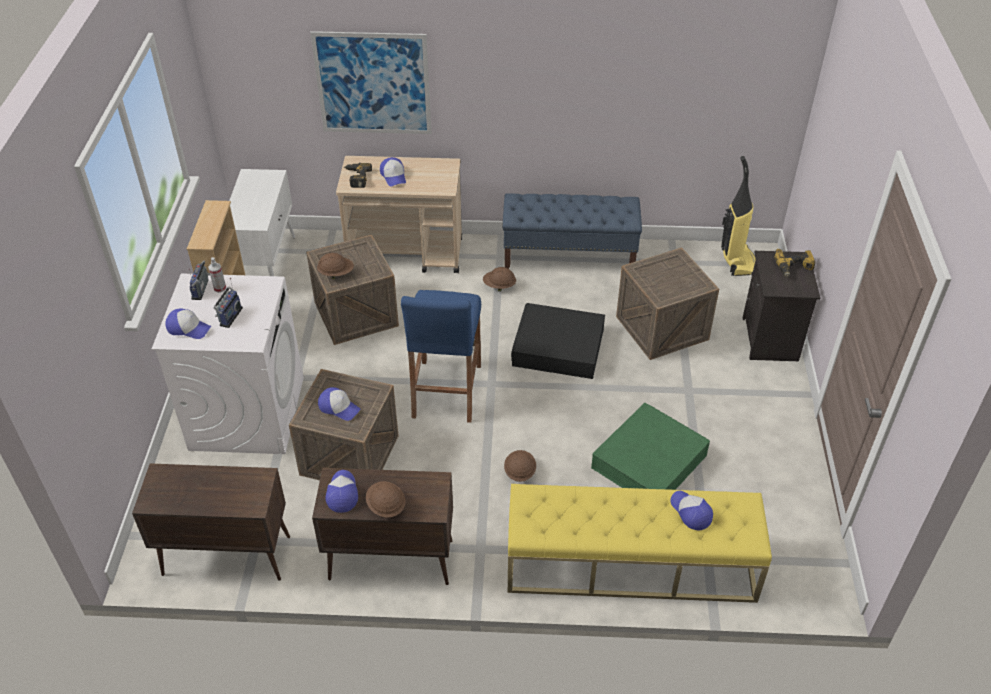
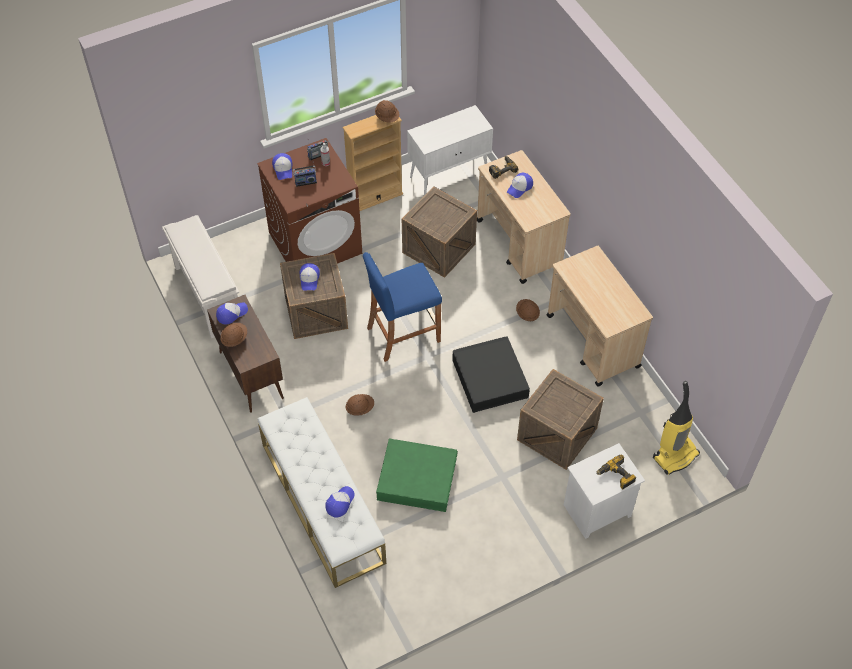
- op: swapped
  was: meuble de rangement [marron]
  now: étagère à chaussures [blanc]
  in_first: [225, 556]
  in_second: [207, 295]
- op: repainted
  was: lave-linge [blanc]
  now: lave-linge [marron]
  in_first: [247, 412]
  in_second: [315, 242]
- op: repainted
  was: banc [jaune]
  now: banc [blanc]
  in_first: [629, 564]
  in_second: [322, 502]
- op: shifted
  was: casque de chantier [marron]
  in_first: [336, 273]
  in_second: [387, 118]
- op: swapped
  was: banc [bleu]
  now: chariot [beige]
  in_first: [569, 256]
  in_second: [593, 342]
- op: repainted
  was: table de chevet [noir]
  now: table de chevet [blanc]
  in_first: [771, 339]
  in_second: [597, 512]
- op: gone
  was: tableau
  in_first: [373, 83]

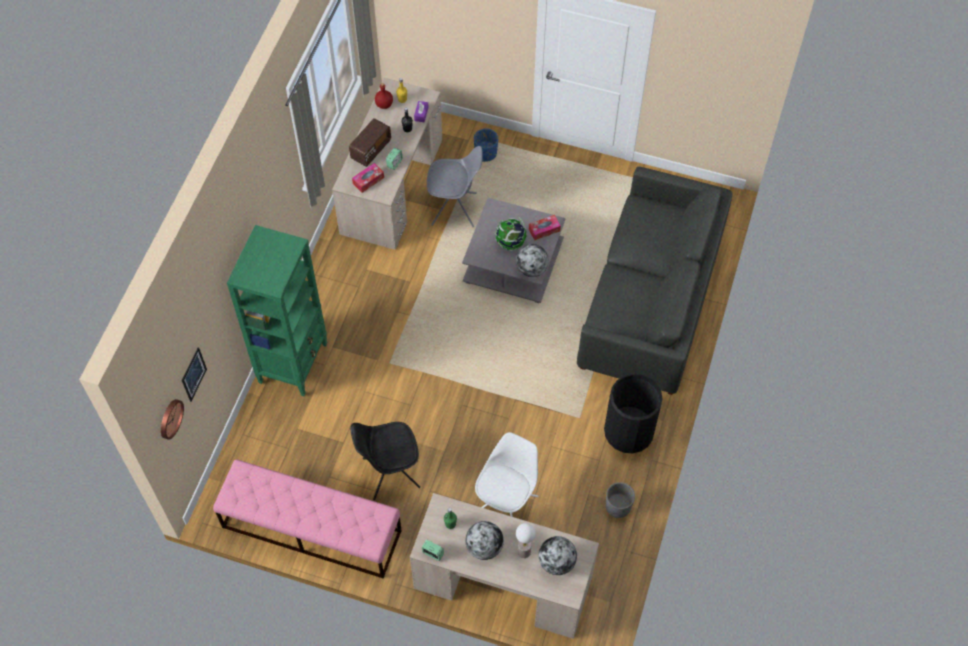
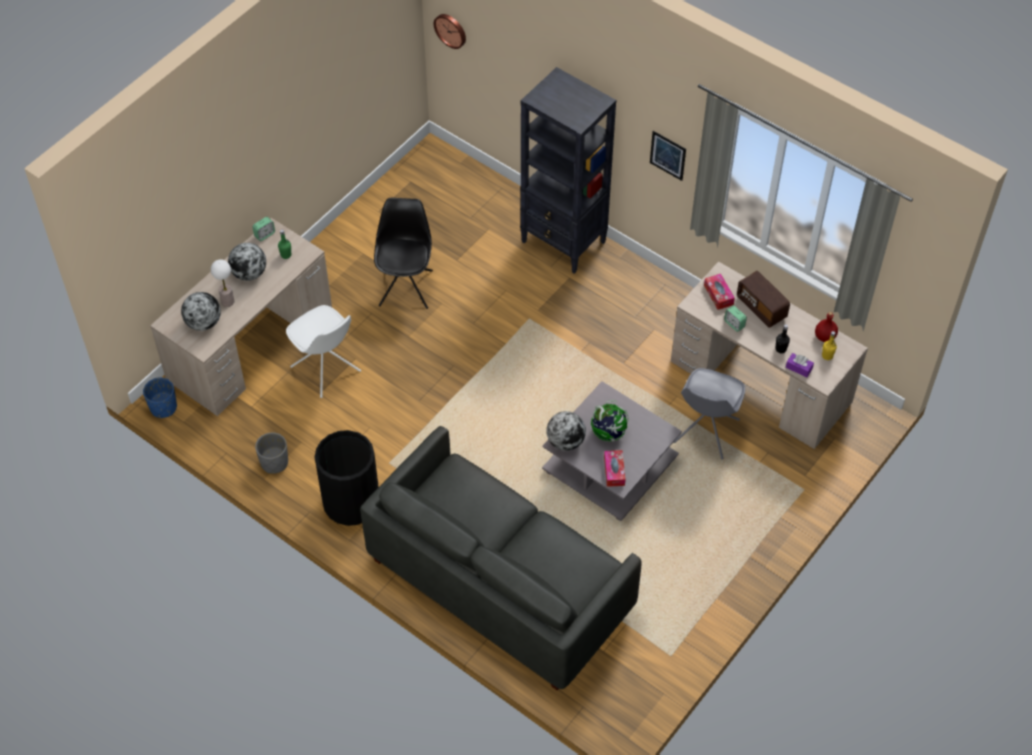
- op: shifted
  was: cache-pot [bleu]
  in_first: [485, 153]
  in_second: [163, 407]
- op: repainted
  was: bibliothèque [vert]
  now: bibliothèque [noir]
  in_first: [293, 362]
  in_second: [564, 242]
- op: shifted
  was: tableau
  in_first: [193, 374]
  in_second: [668, 155]
- op: gone
  was: banc [rose]
  in_first: [311, 529]

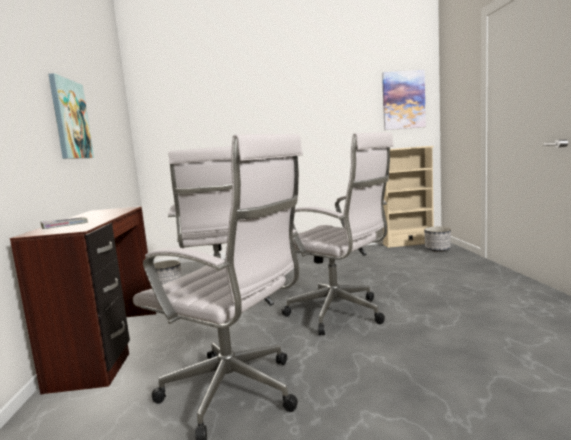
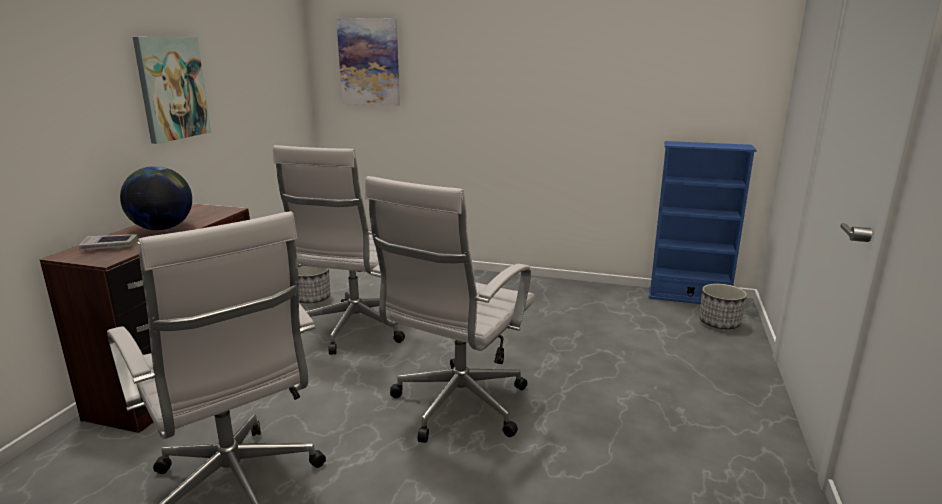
- op: new
  now: globe
  in_second: [162, 228]
- op: shifted
  was: tableau
  in_first: [403, 100]
  in_second: [369, 62]
- op: rotated
  was: chaise de bureau [blanc]
  in_first: [340, 314]
  in_second: [456, 408]
  clockwise: 60
- op: repainted
  was: bibliothèque [beige]
  now: bibliothèque [bleu]
  in_first: [408, 243]
  in_second: [688, 297]

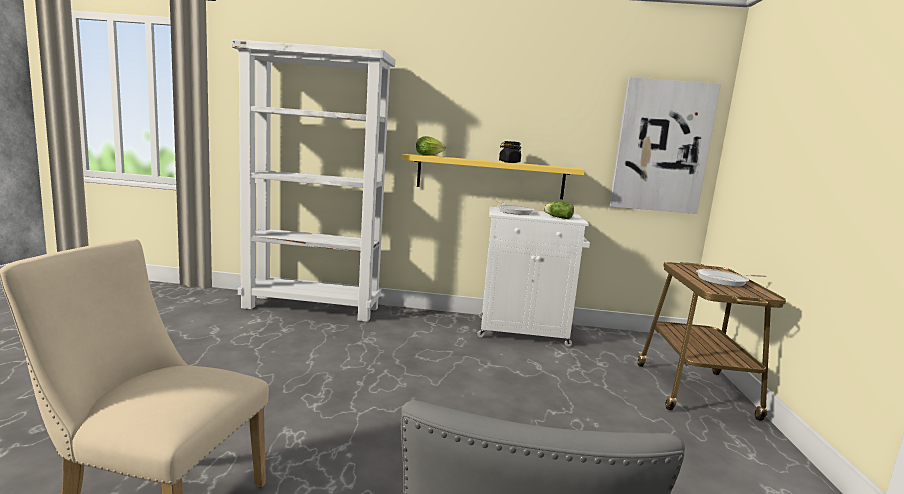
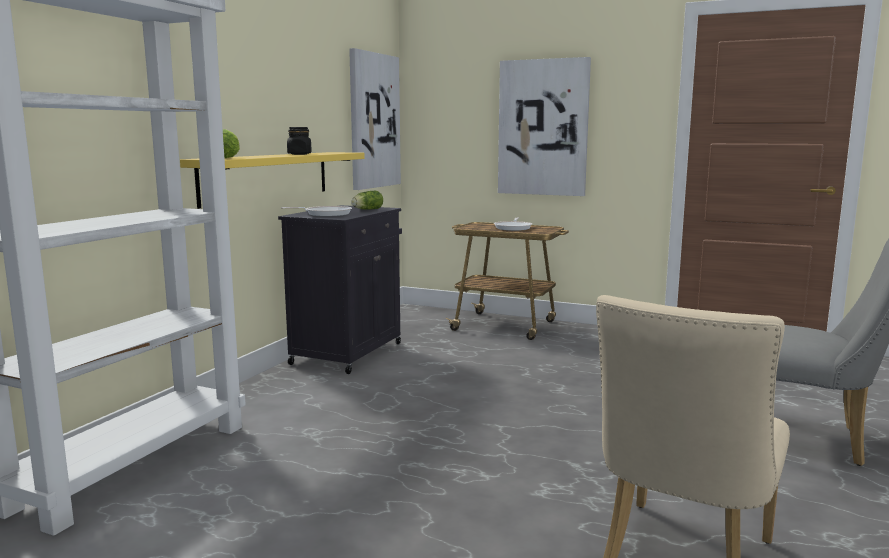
- op: repainted
  was: meuble de rangement [blanc]
  now: meuble de rangement [noir]
  in_first: [524, 331]
  in_second: [348, 353]
- op: new
  now: tableau
  in_second: [543, 128]

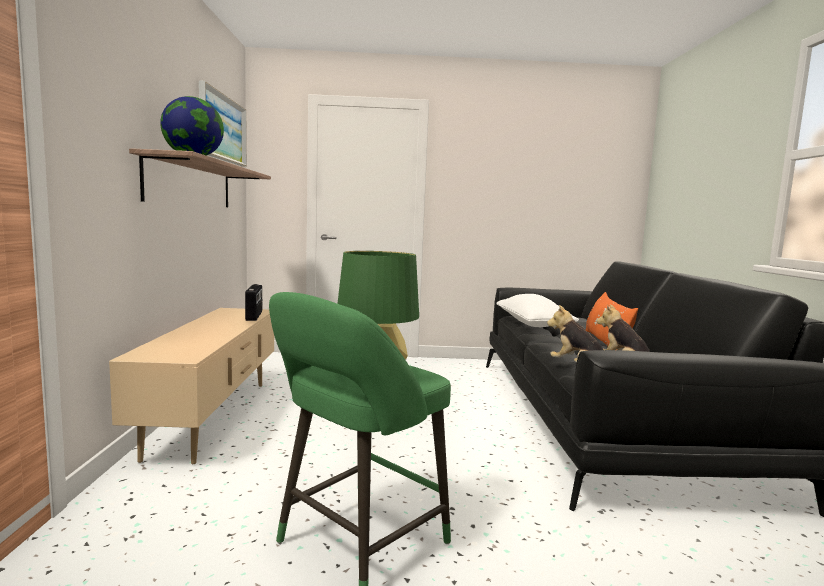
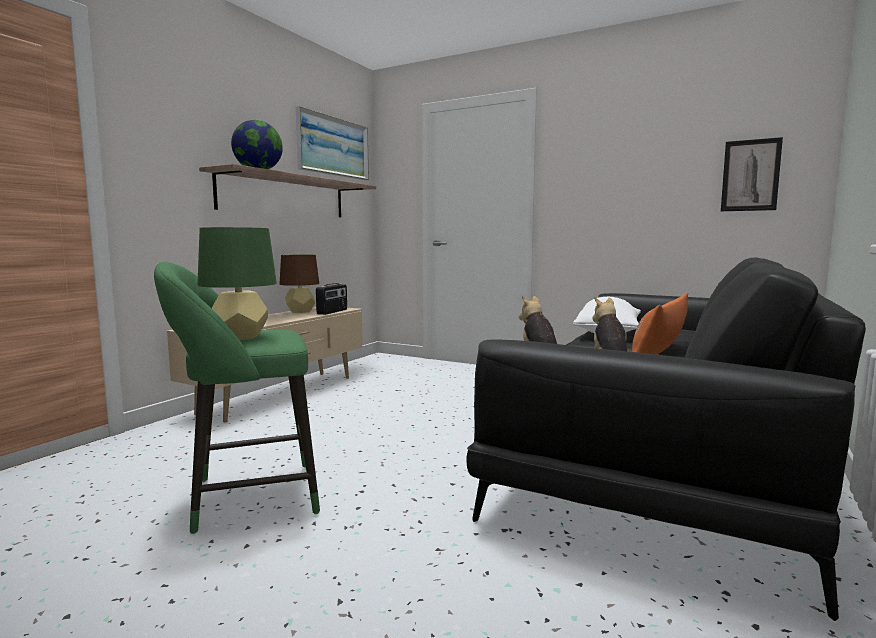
- op: new
  now: lampe de table [marron]
  in_second: [300, 311]
- op: new
  now: tableau
  in_second: [750, 175]

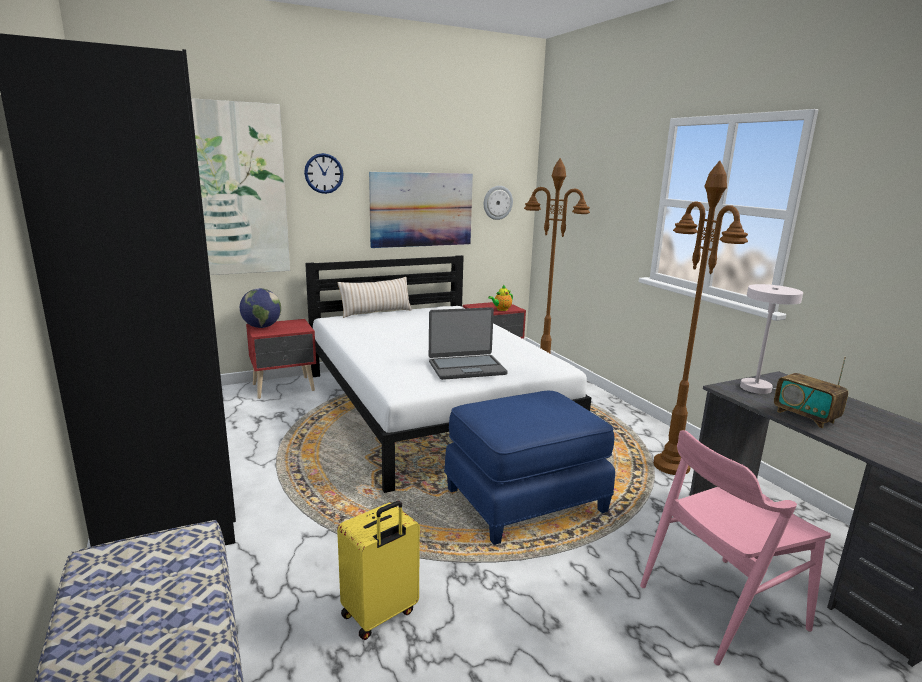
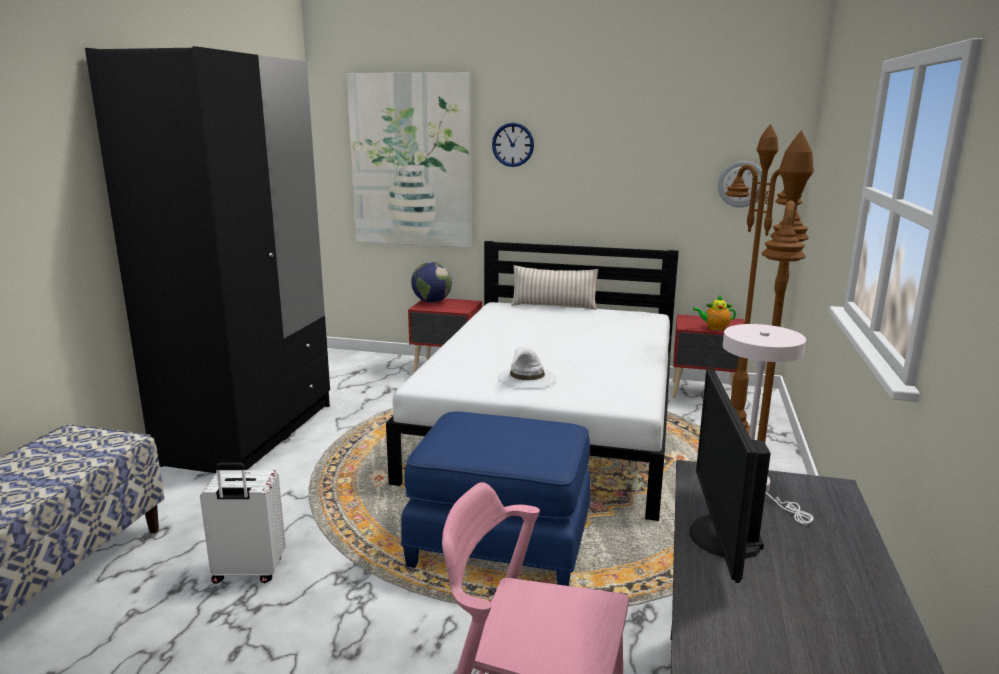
- op: repainted
  was: valise [jaune]
  now: valise [blanc]
  in_first: [380, 614]
  in_second: [248, 572]
- op: swapped
  was: ordinateur portable
  now: chapeau [blanc]
  in_first: [466, 368]
  in_second: [527, 378]
- op: swapped
  was: radio
  now: écran d'ordinateur
  in_first: [805, 417]
  in_second: [722, 537]
- op: gone
  was: tableau
  in_first: [421, 209]

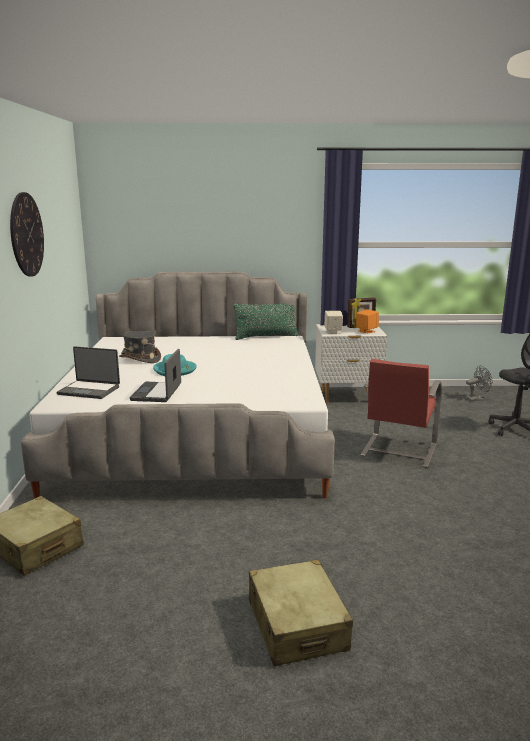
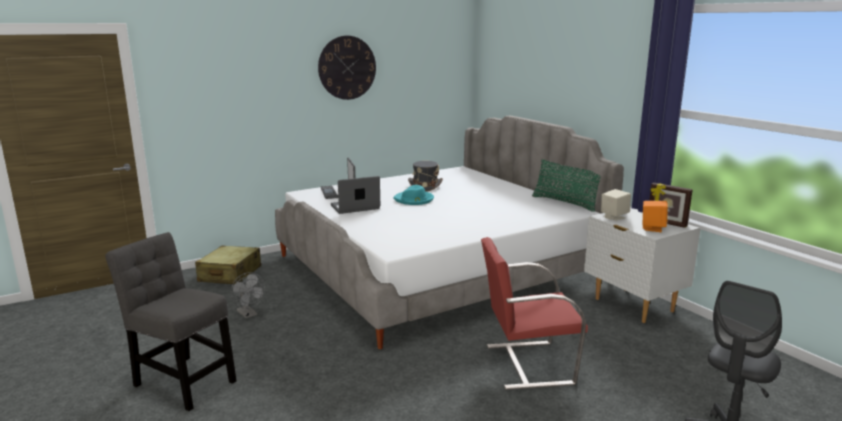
- op: swapped
  was: valise [beige]
  now: chaise [gris]
  in_first: [297, 625]
  in_second: [182, 381]
- op: shifted
  was: ventilateur [gris]
  in_first: [477, 399]
  in_second: [249, 314]

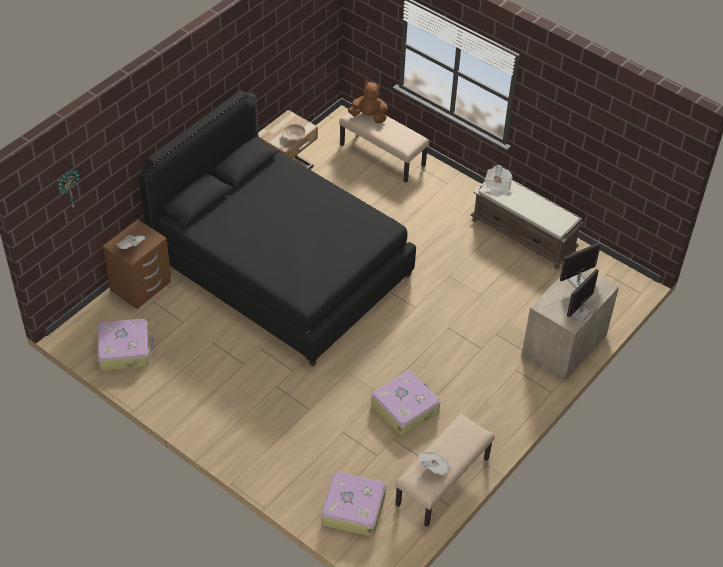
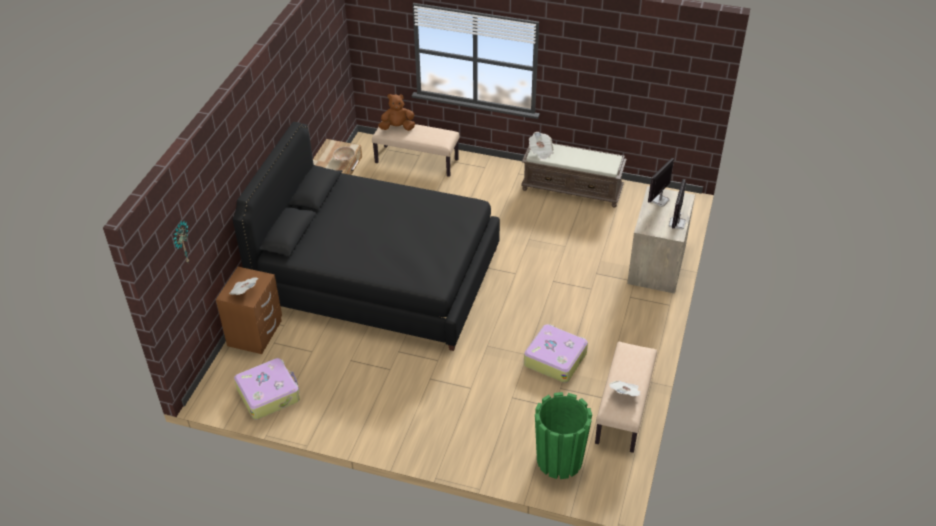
- op: swapped
  was: valise
  now: cache-pot [vert]
  in_first: [353, 508]
  in_second: [559, 460]

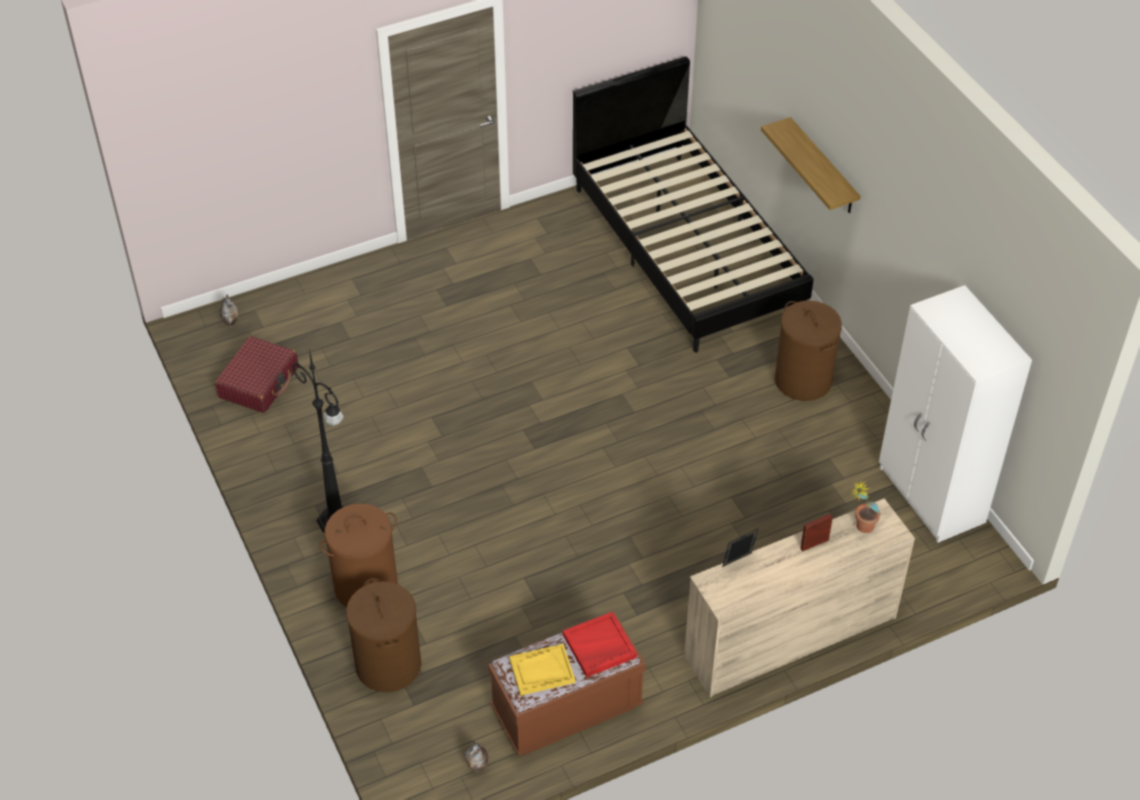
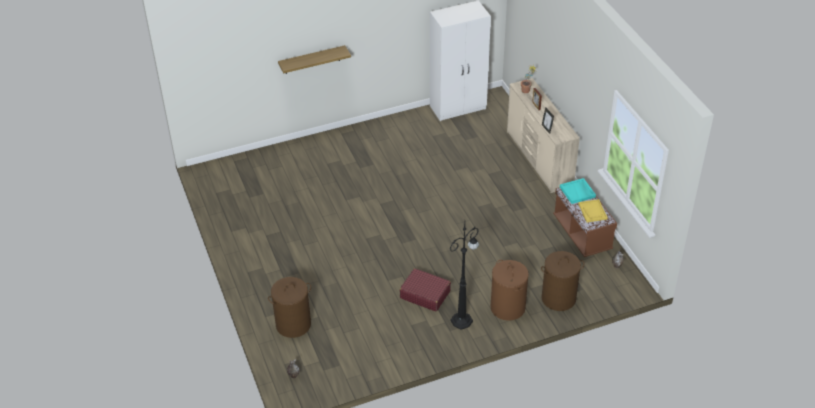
- op: shifted
  was: panier à linge [marron]
  in_first: [802, 380]
  in_second: [293, 325]
- op: shifted
  was: valise [rouge]
  in_first: [259, 382]
  in_second: [425, 294]
- op: repainted
  was: plateau [rouge]
  now: plateau [turquoise]
  in_first: [599, 647]
  in_second: [577, 192]
- op: gone
  was: lit [noir]
  in_first: [686, 248]

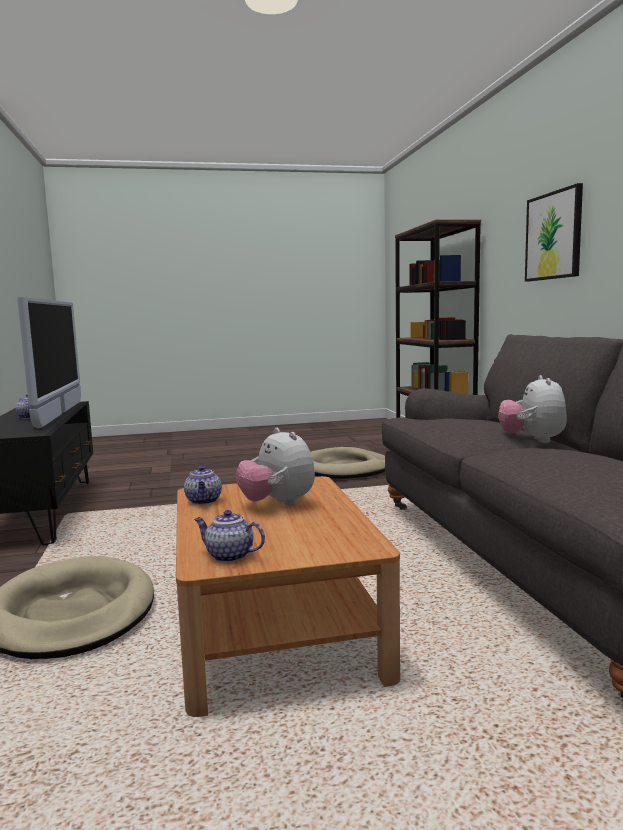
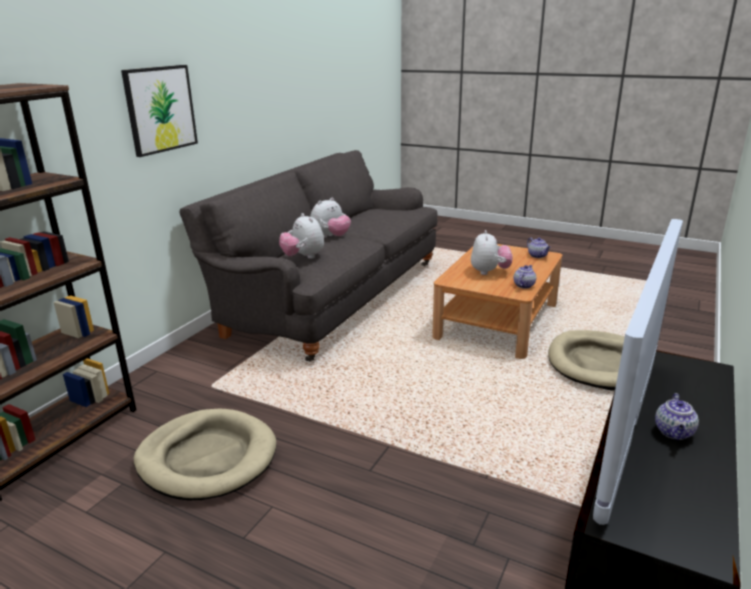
- op: new
  now: peluche
  in_second: [303, 257]

